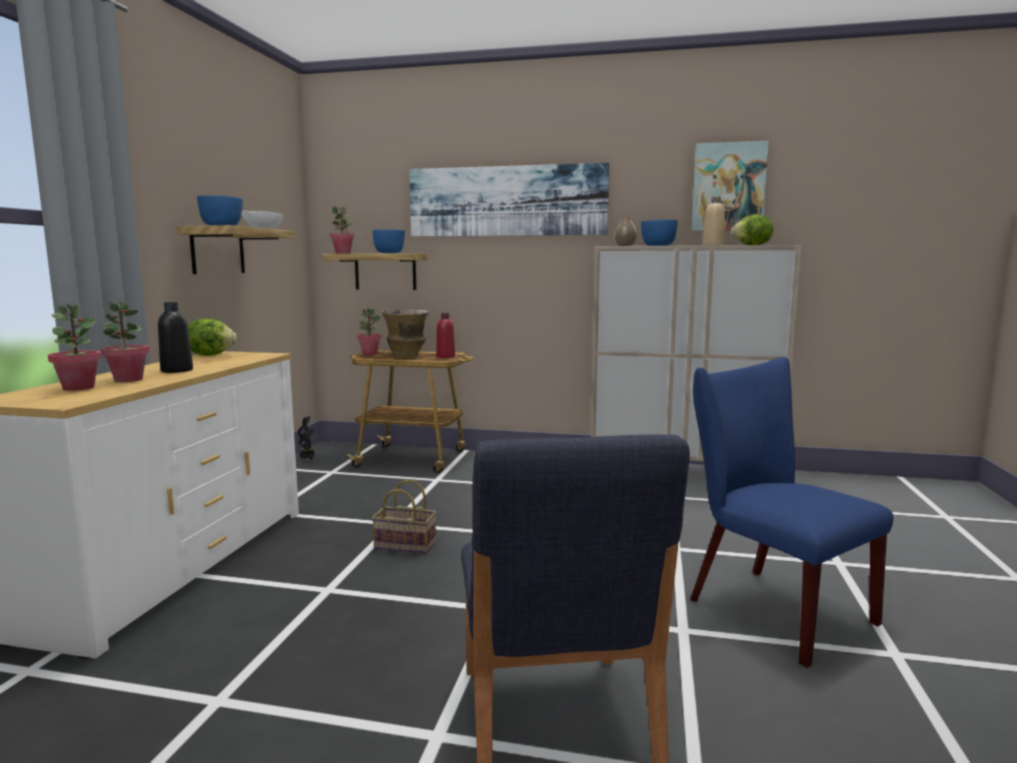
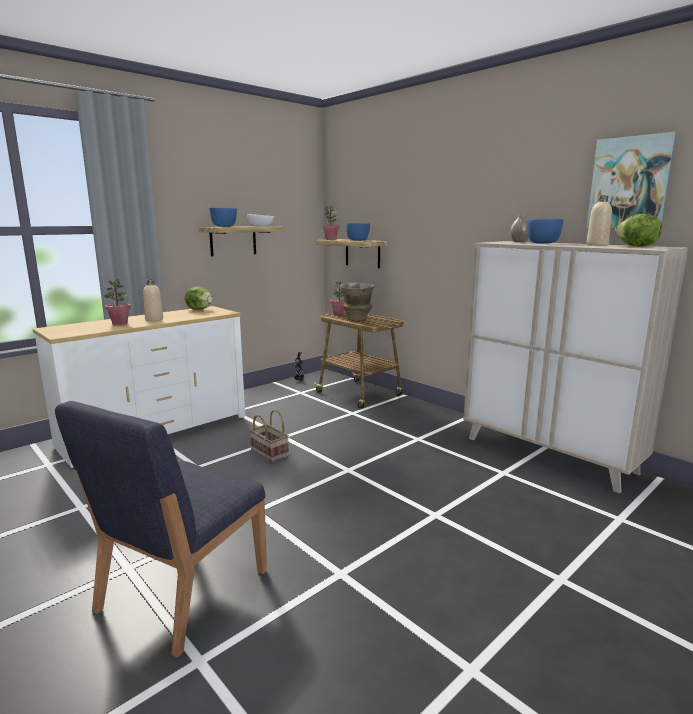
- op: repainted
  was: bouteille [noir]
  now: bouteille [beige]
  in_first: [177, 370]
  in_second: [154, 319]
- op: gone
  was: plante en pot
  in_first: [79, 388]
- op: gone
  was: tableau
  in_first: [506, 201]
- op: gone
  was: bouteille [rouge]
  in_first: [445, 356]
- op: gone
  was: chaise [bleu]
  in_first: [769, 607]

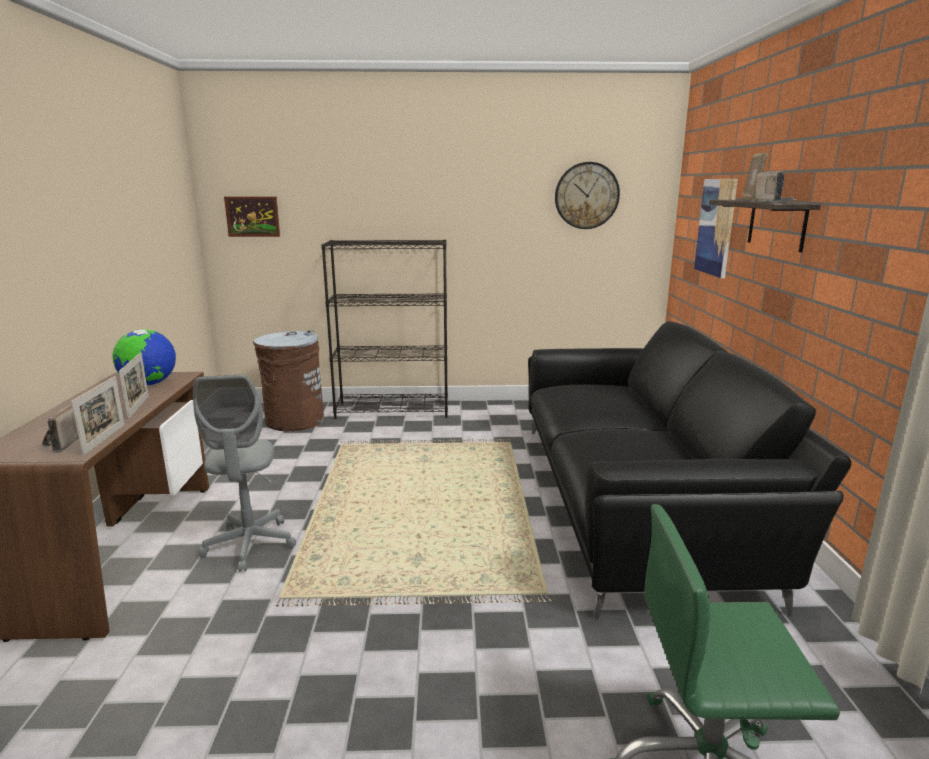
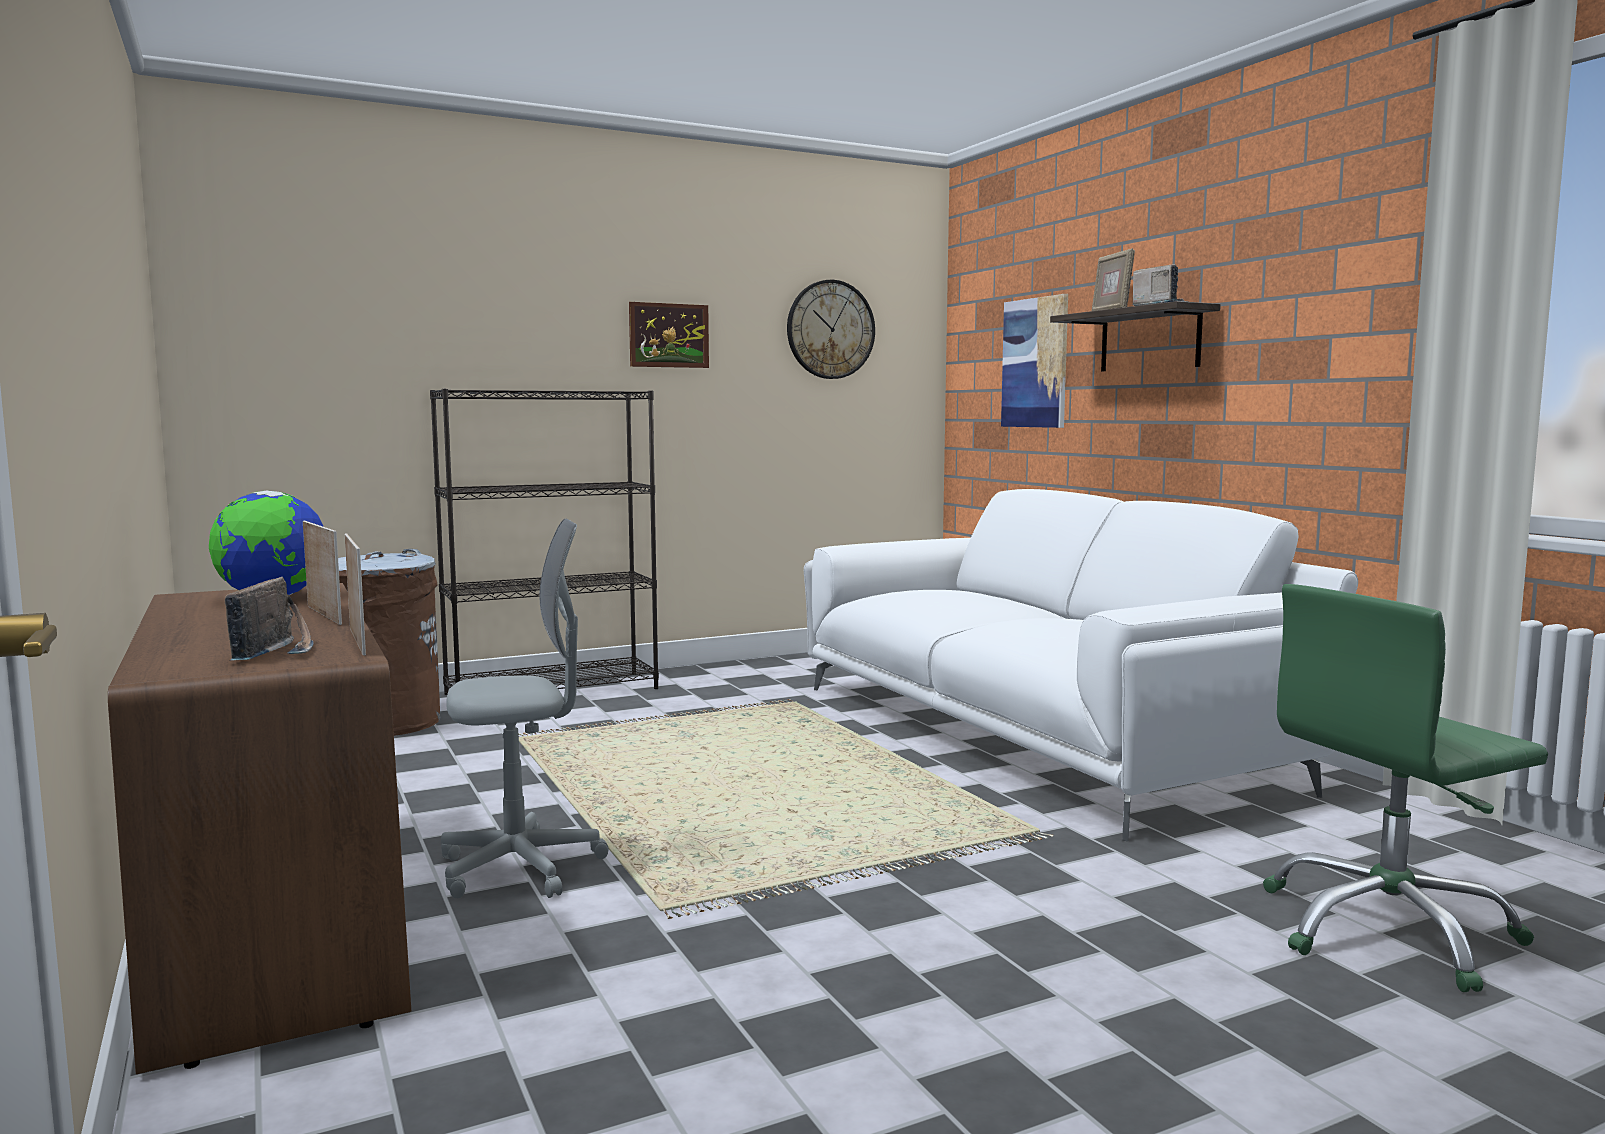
- op: rotated
  was: radio
  in_first: [61, 443]
  in_second: [280, 651]
  clockwise: -150
- op: rotated
  was: chaise de bureau [gris]
  in_first: [250, 545]
  in_second: [520, 868]
  clockwise: -75
- op: shifted
  was: tableau
  in_first: [252, 216]
  in_second: [669, 335]
- op: repainted
  was: canapé [noir]
  now: canapé [blanc]
  in_first: [635, 500]
  in_second: [1037, 733]

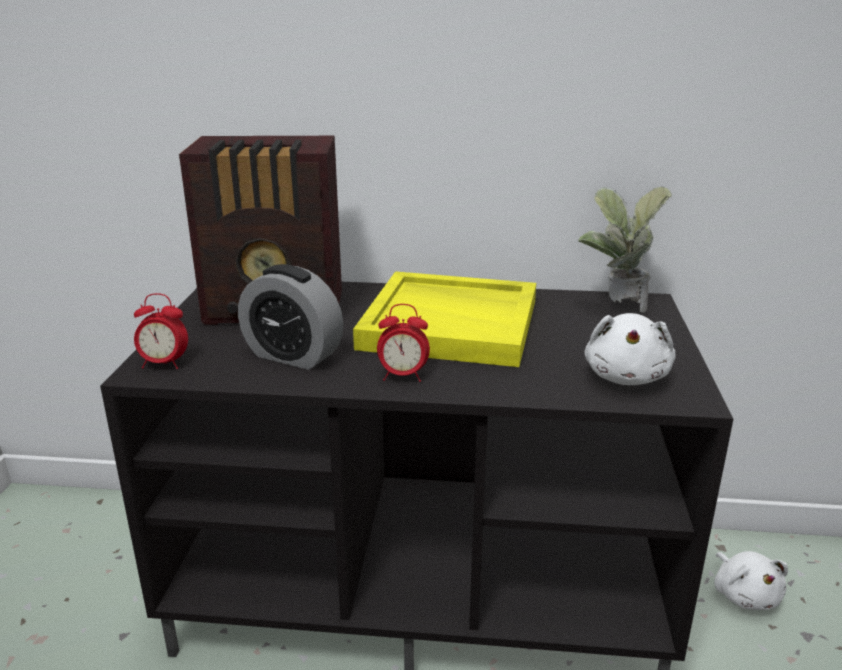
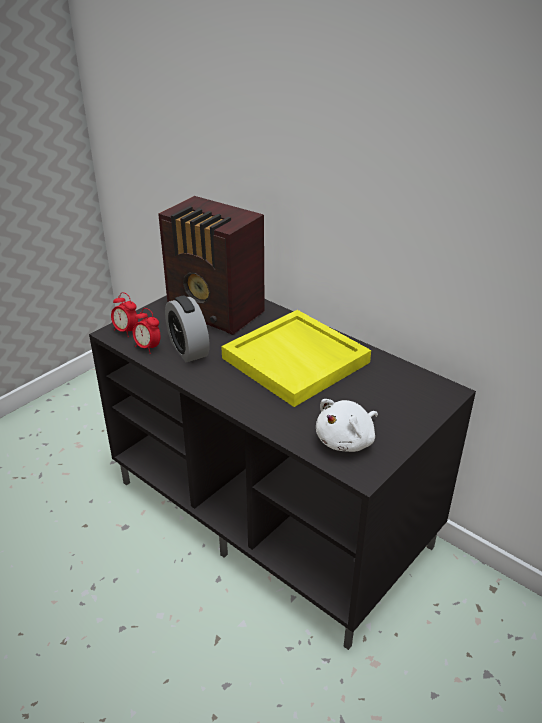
- op: shifted
  was: réveil
  in_first: [403, 376]
  in_second: [148, 348]
- op: gone
  was: plante en pot
  in_first: [617, 307]
- op: gone
  was: peluche [blanc]
  in_first: [744, 595]

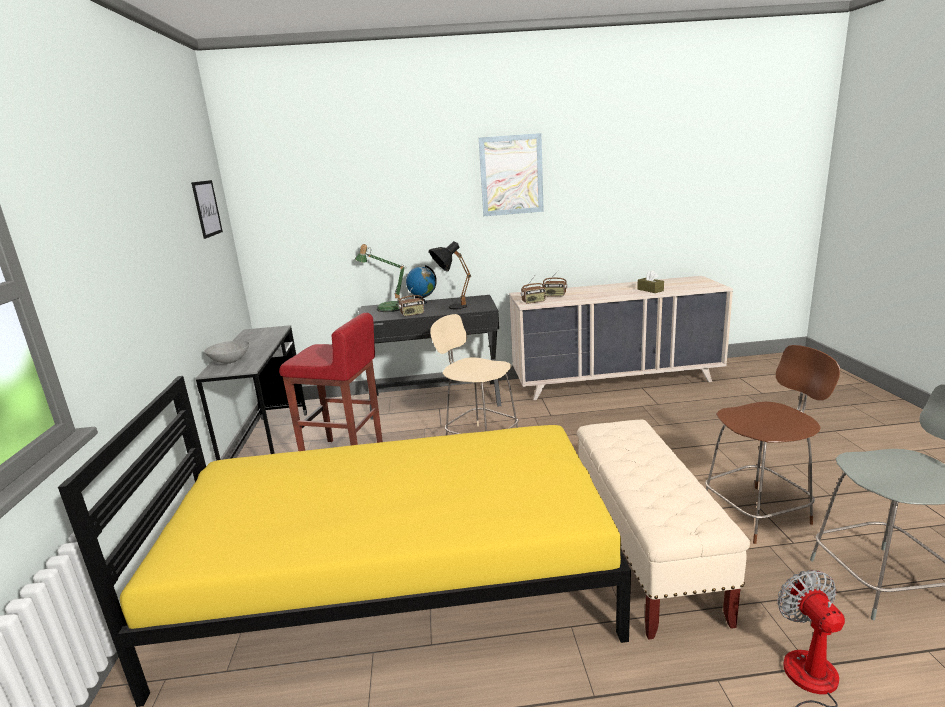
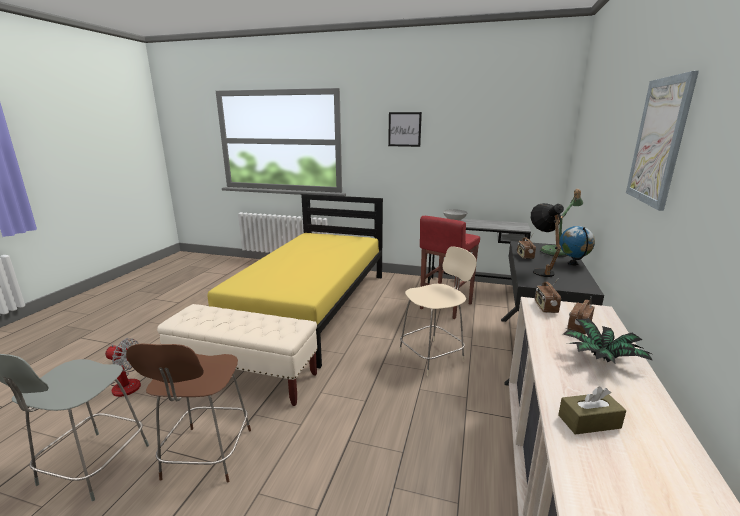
- op: shifted
  was: tableau
  in_first: [207, 208]
  in_second: [404, 129]
- op: new
  now: plante en pot
  in_second: [600, 359]

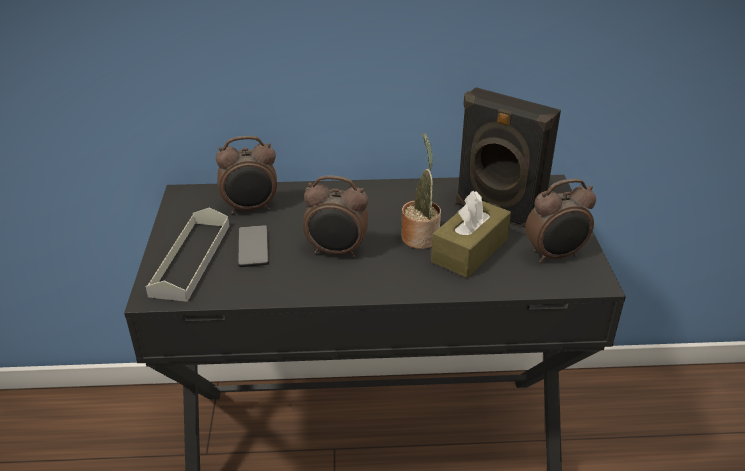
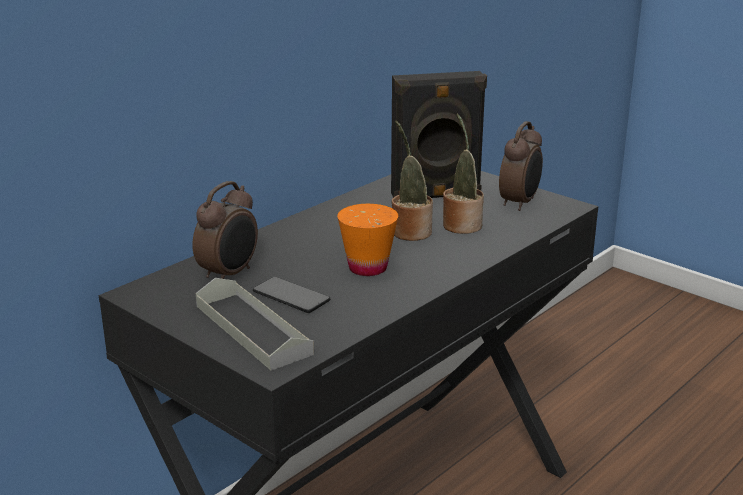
- op: swapped
  was: réveil
  now: tasse [orange]
  in_first: [336, 252]
  in_second: [367, 268]
- op: swapped
  was: boîte à mouchoirs [marron]
  now: plante en pot
  in_first: [469, 250]
  in_second: [461, 224]

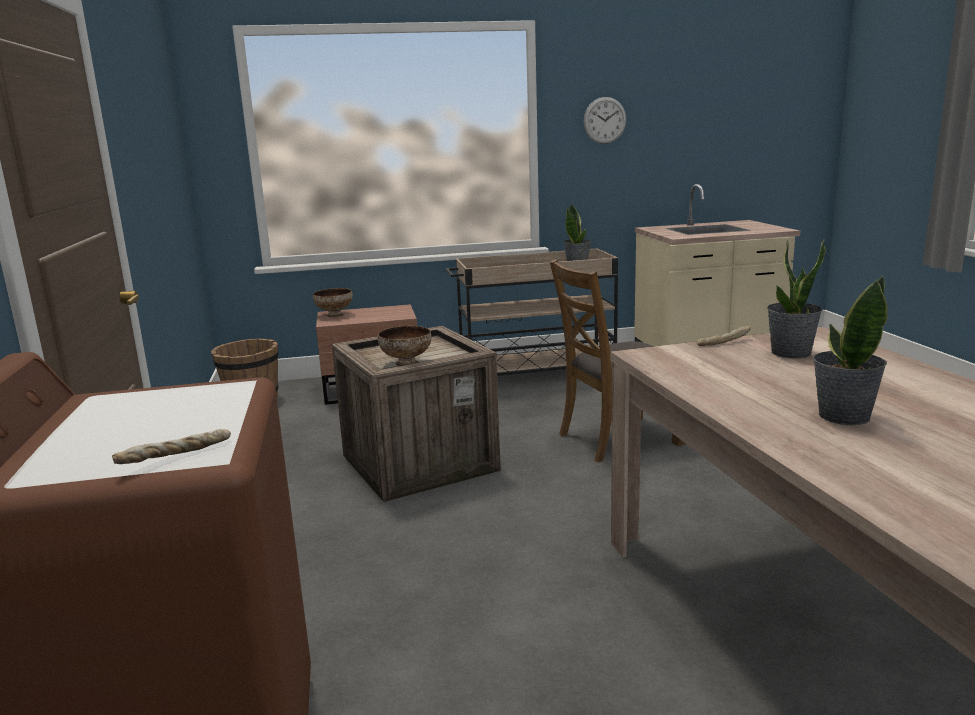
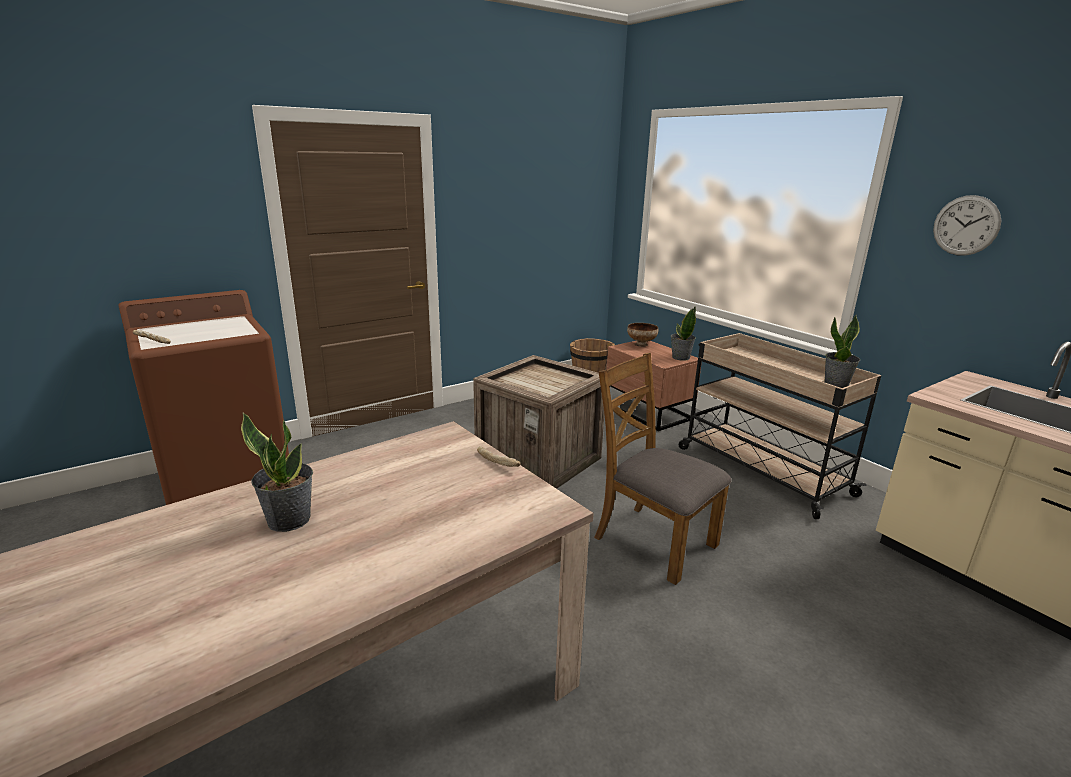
- op: shifted
  was: plante en pot
  in_first: [791, 353]
  in_second: [680, 357]
- op: gone
  was: bol
  in_first: [405, 363]

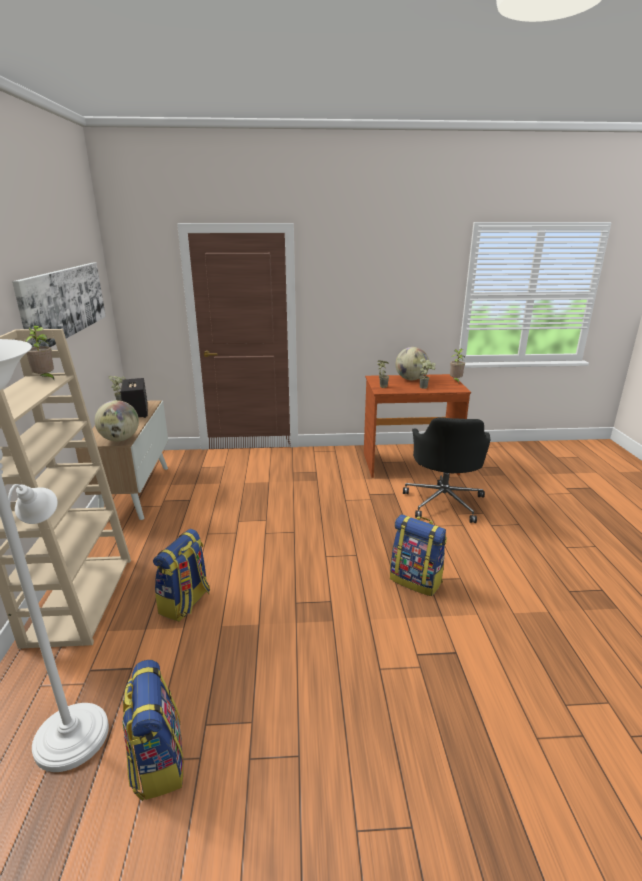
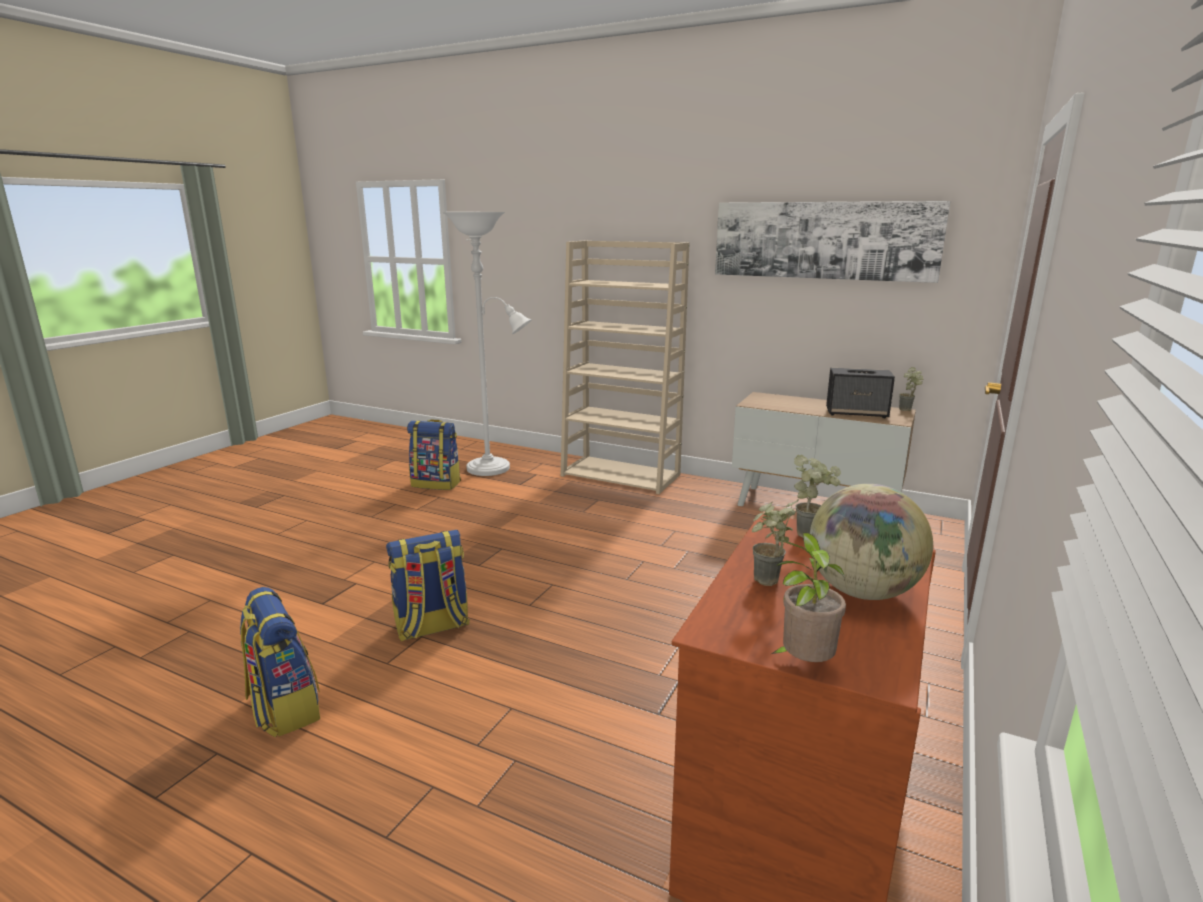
- op: shifted
  was: sac à dos
  in_first: [185, 603]
  in_second: [284, 708]
- op: gone
  was: plante en pot
  in_first: [45, 379]
- op: gone
  was: globe
  in_first: [120, 439]
- op: gone
  was: chaise de bureau [noir]
  in_first: [443, 501]

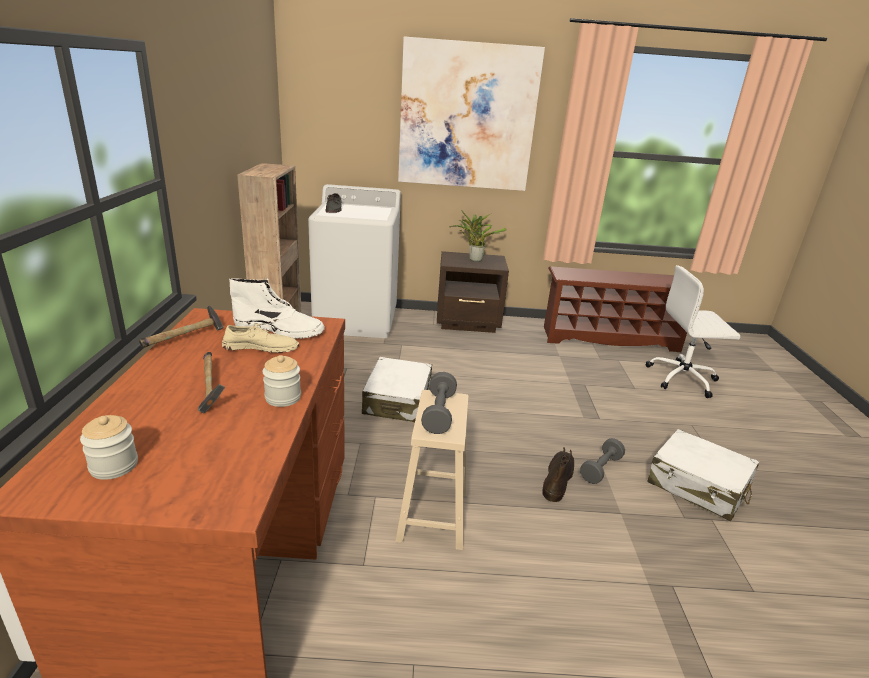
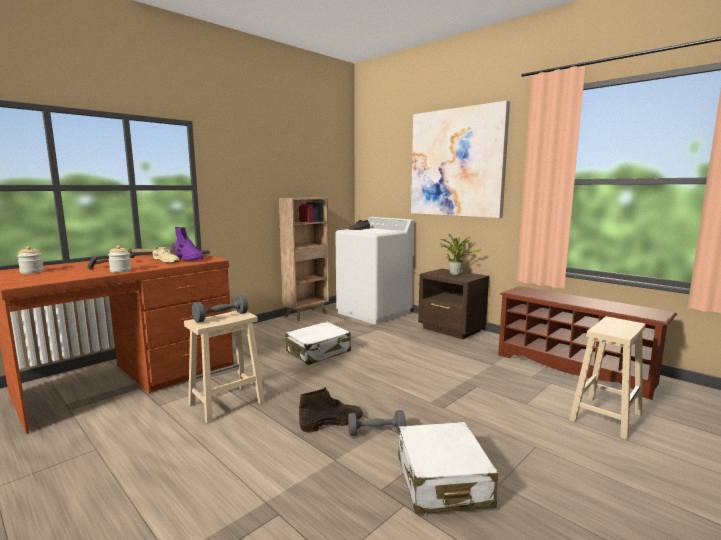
- op: repainted
  was: botte [blanc]
  now: botte [violet]
  in_first: [280, 331]
  in_second: [189, 258]
- op: swapped
  was: chaise de bureau [blanc]
  now: tabouret [beige]
  in_first: [683, 378]
  in_second: [606, 416]

